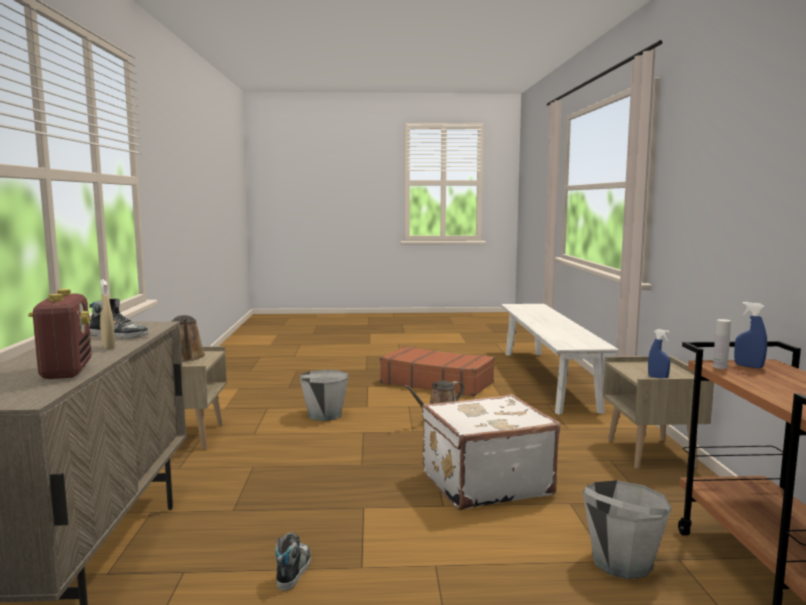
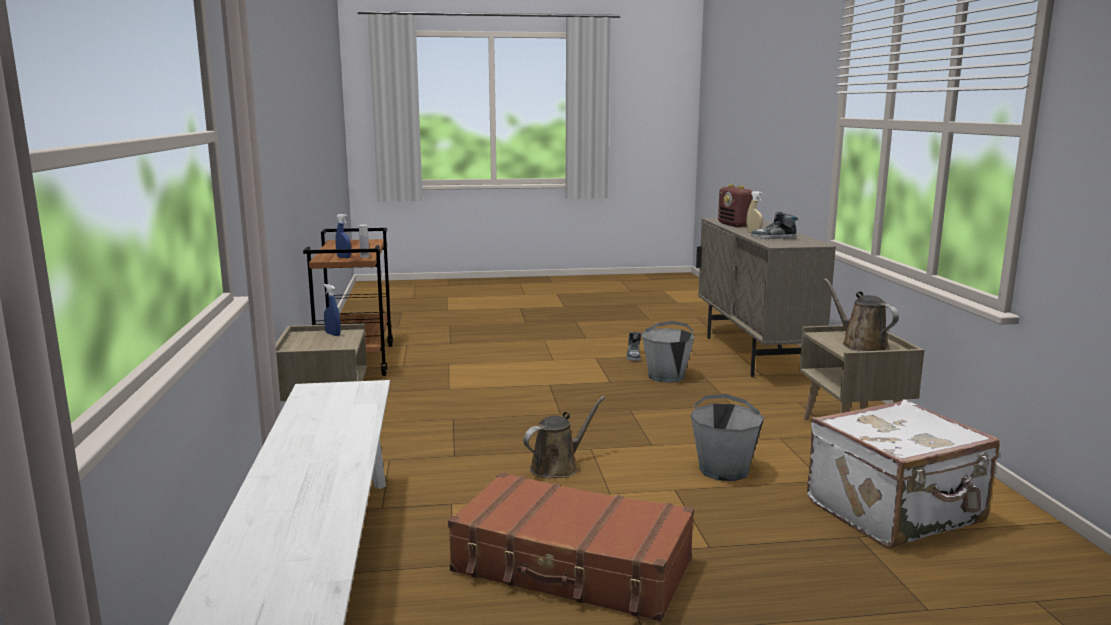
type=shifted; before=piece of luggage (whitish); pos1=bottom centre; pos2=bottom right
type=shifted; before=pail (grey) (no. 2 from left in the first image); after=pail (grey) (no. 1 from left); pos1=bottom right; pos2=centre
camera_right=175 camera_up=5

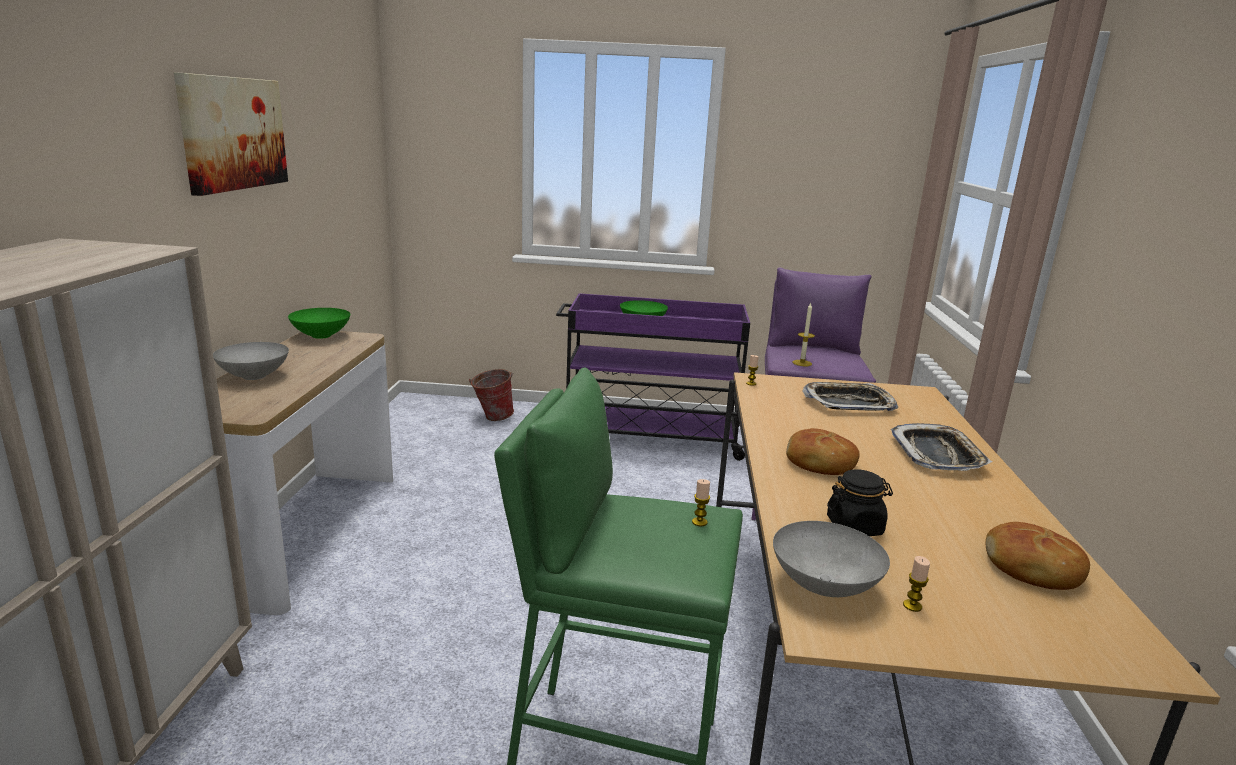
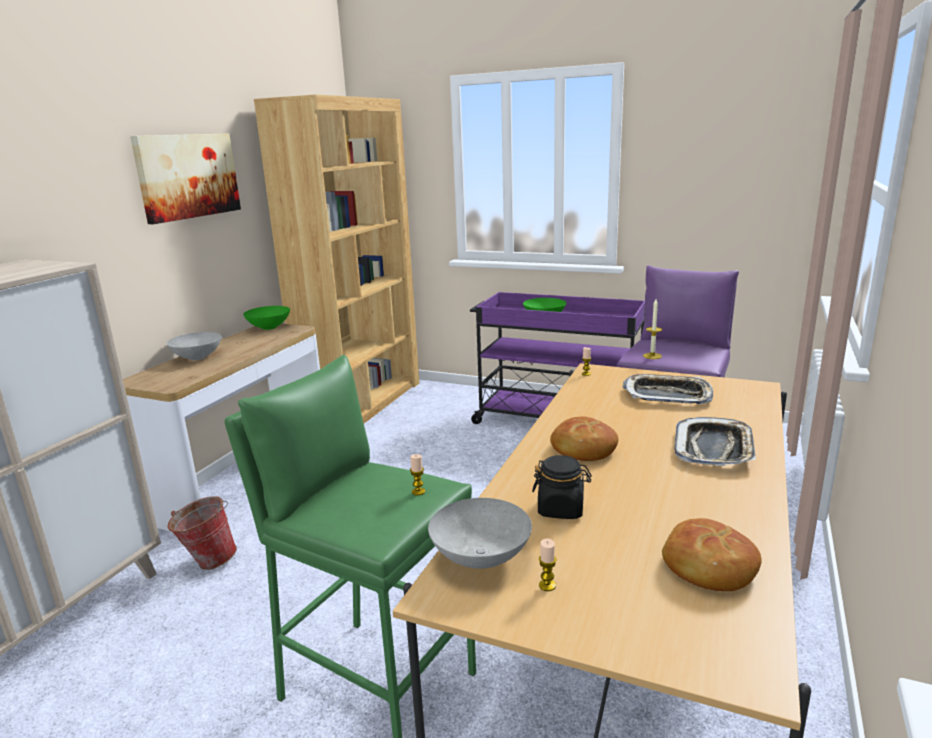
type=shifted; before=pail; pos1=centre; pos2=bottom left
type=new; after=bookcase (brown); pos2=centre
camera_right=20 camera_up=0

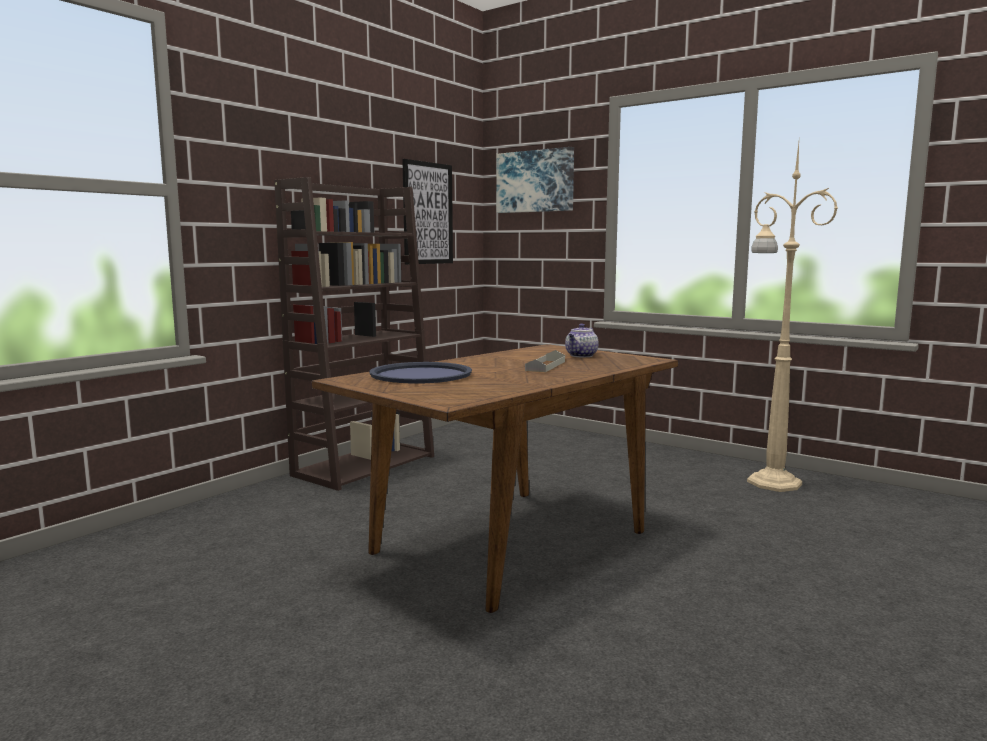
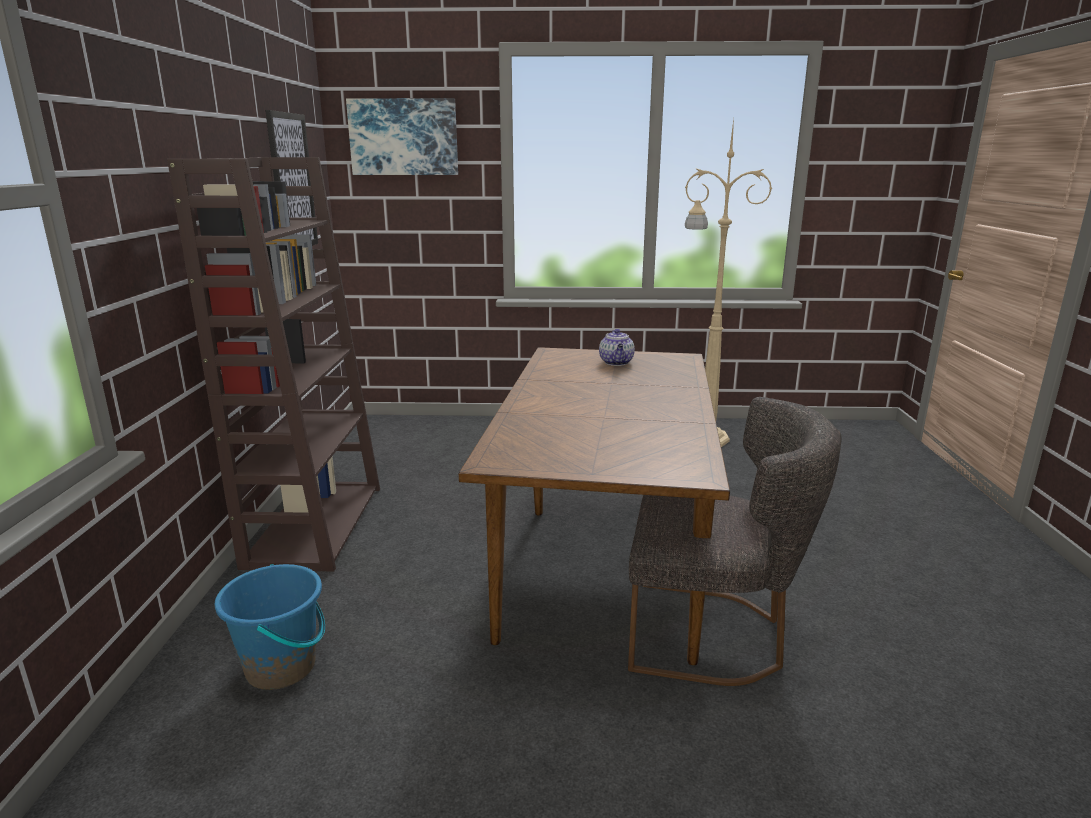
type=gone; before=carrying tray (grey); pos1=centre
type=gone; before=carrying tray (blue-coloured); pos1=centre
type=new; after=chair (grey); pos2=middle right
type=new; after=pail (blue-coloured); pos2=bottom left
camera_right=-35 camera_up=10

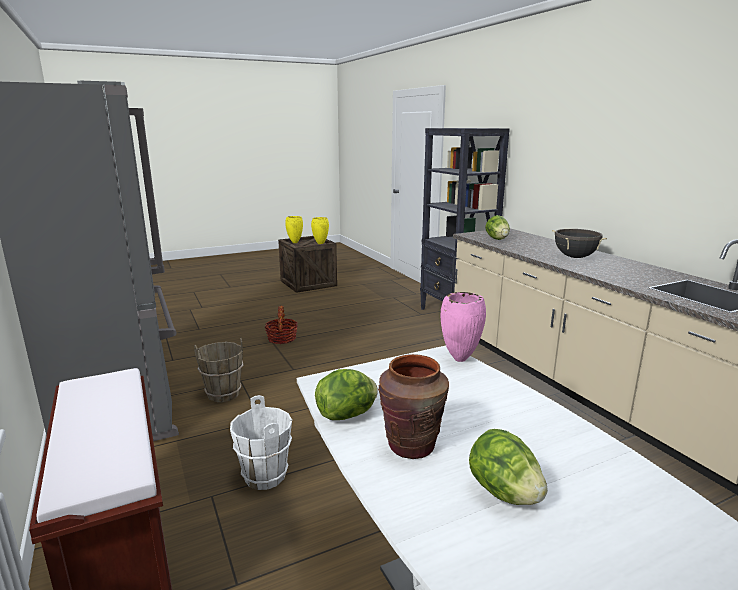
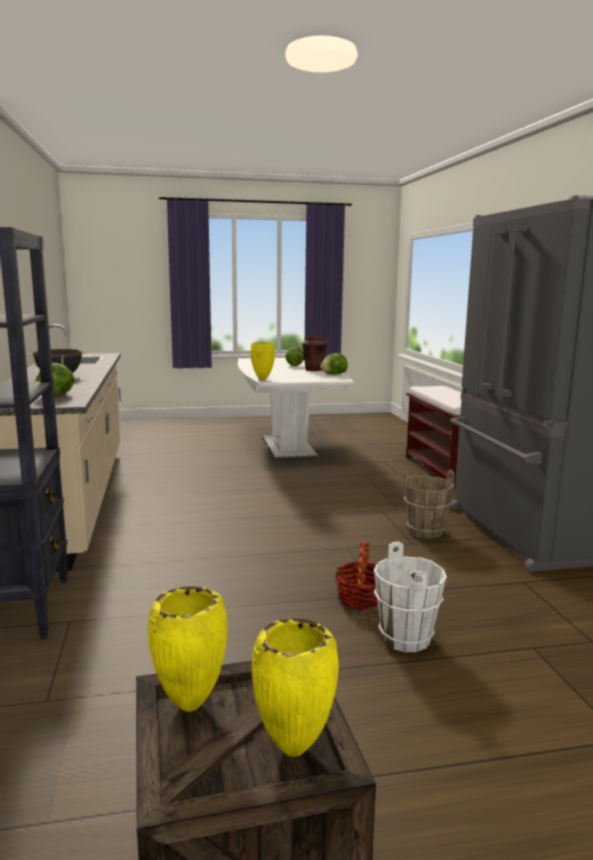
type=repainted; before=decorative vase (pinkish); after=decorative vase (yellow) (no. 2 from left); pos1=centre; pos2=centre
type=shifted; before=pail (whitish); pos1=bottom centre; pos2=bottom right
camera_right=-165 camera_up=-5

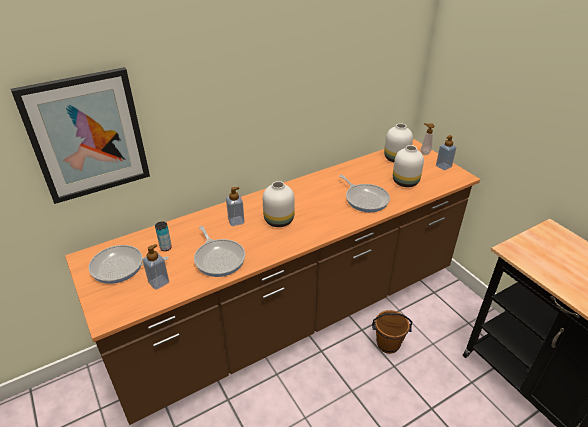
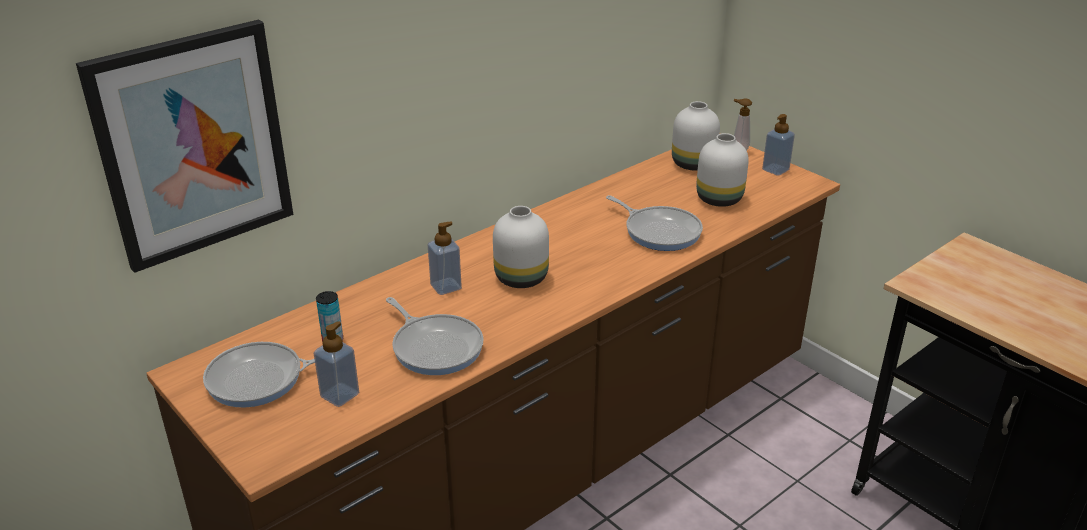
type=gone; before=pail (brown); pos1=bottom right
camera_right=-10 camera_up=-5

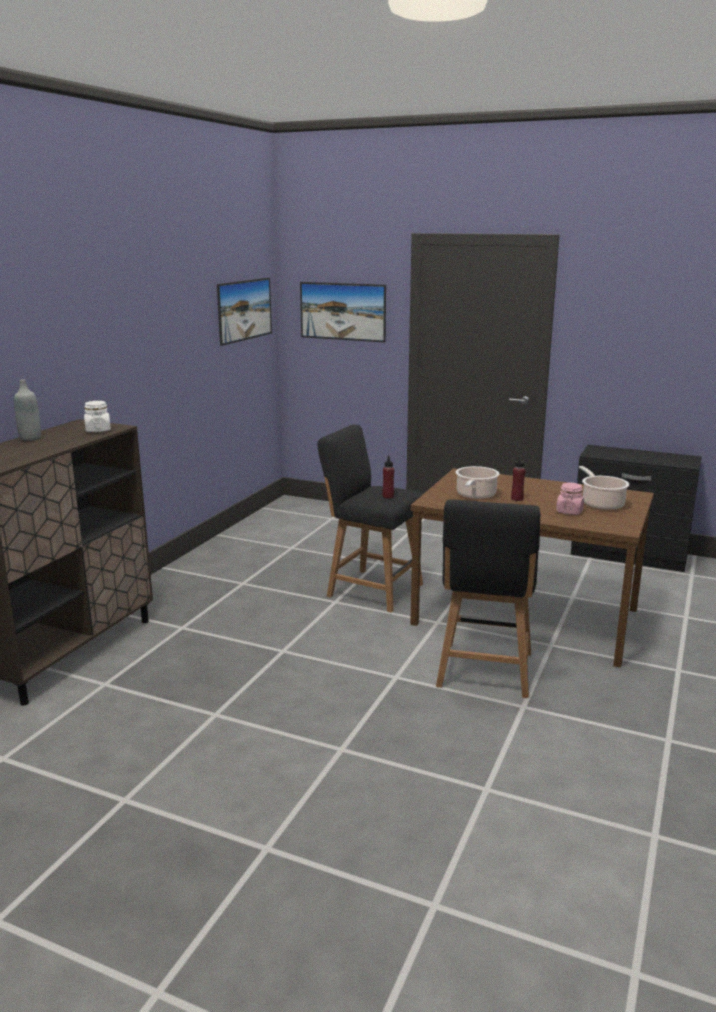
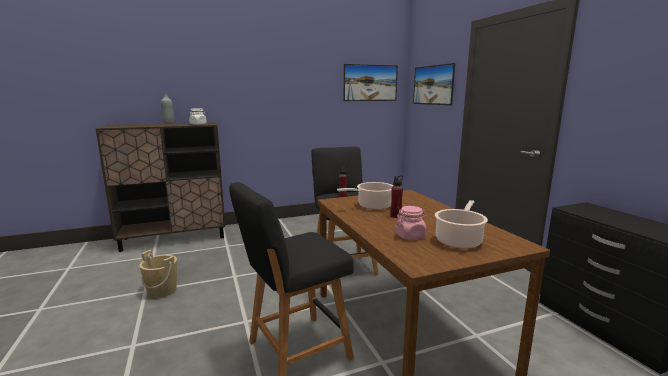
type=new; after=pail (sand-coloured); pos2=bottom left
camera_right=45 camera_up=-5

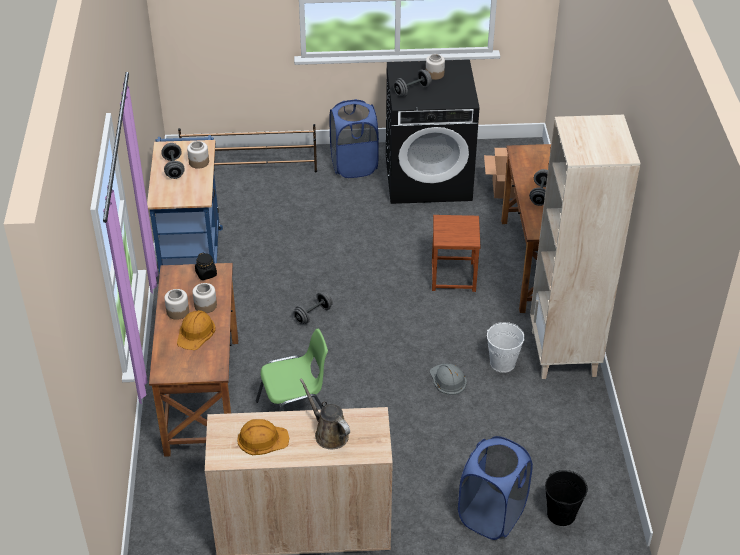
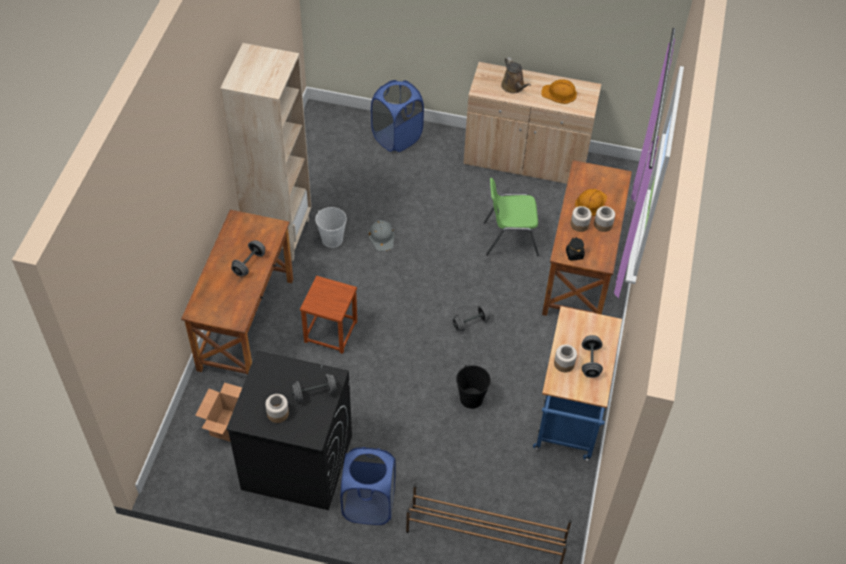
type=shifted; before=pail (black); pos1=bottom right; pos2=bottom centre
camera_right=-165 camera_up=10

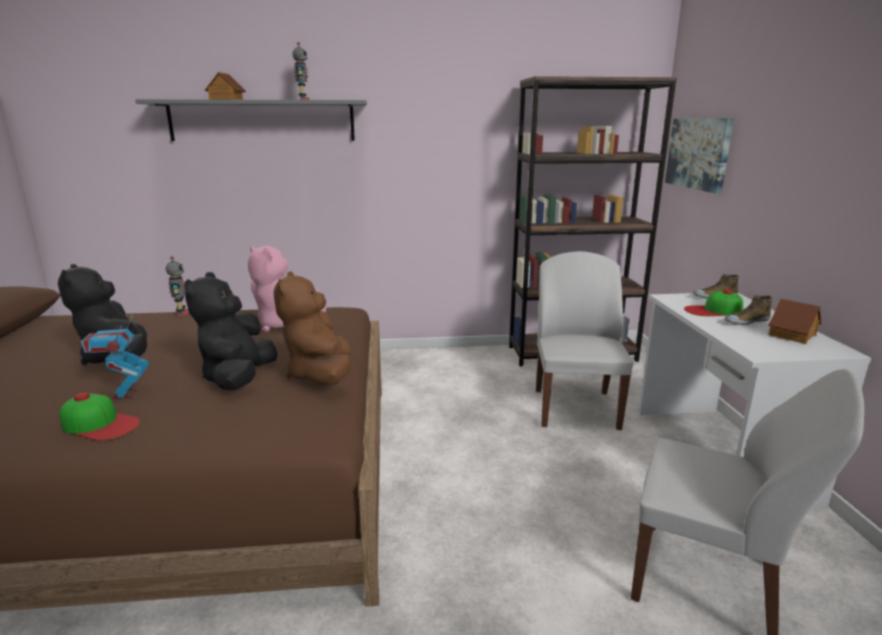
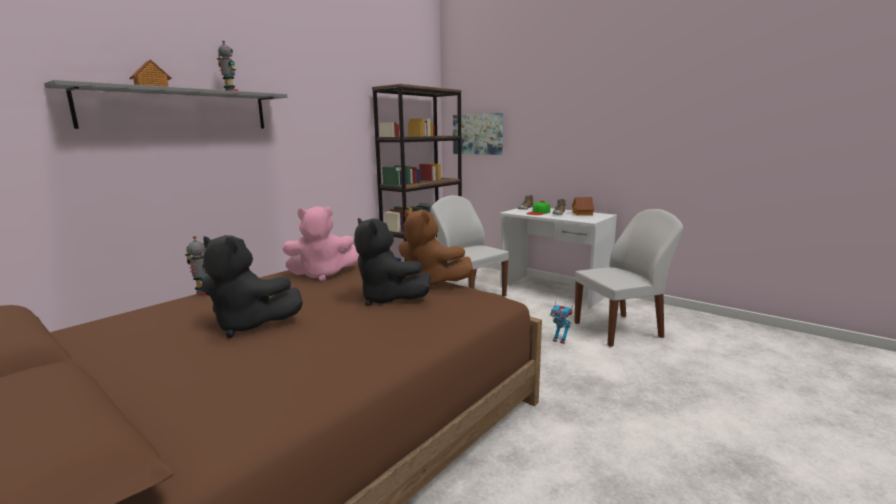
type=shifted; before=toy robot (no. 1 from left in the first image); after=toy robot (no. 3 from left); pos1=middle left; pos2=centre
type=gone; before=cap (no. 1 from left); pos1=middle left
camera_right=-45 camera_up=-5

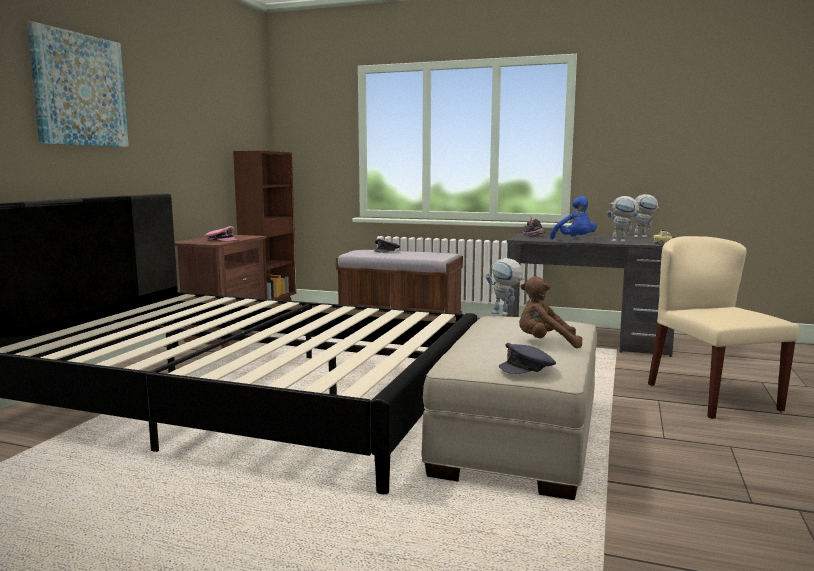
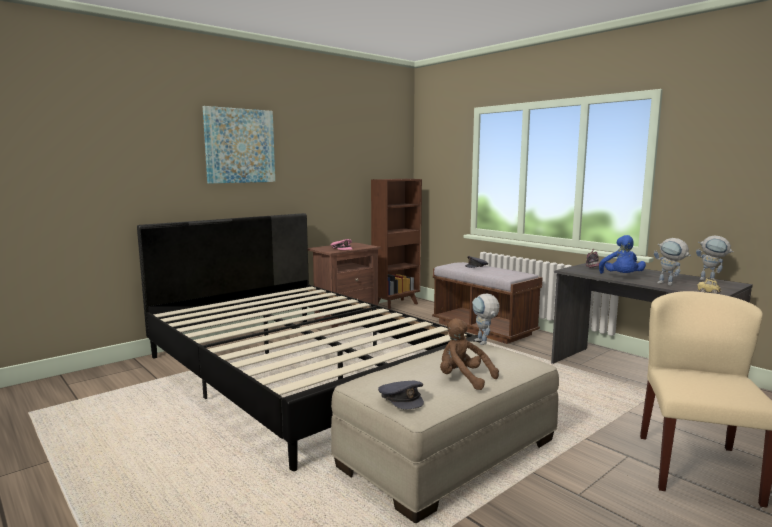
type=rotated; before=cap (grey) (no. 2 from left in the first image); pos1=centre; pos2=bottom centre; turn=-135
camera_right=30 camera_up=0

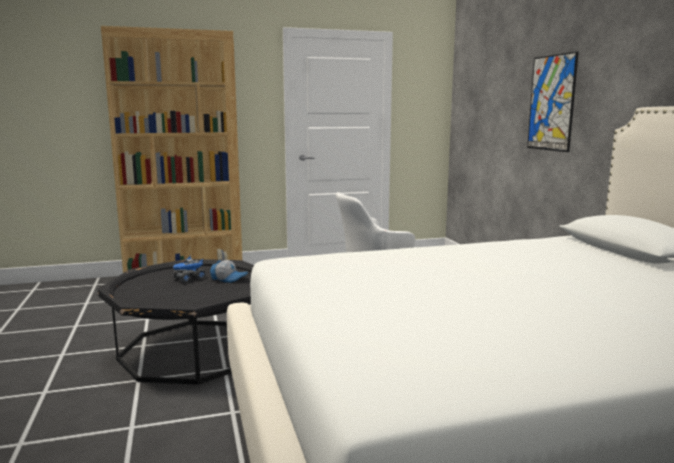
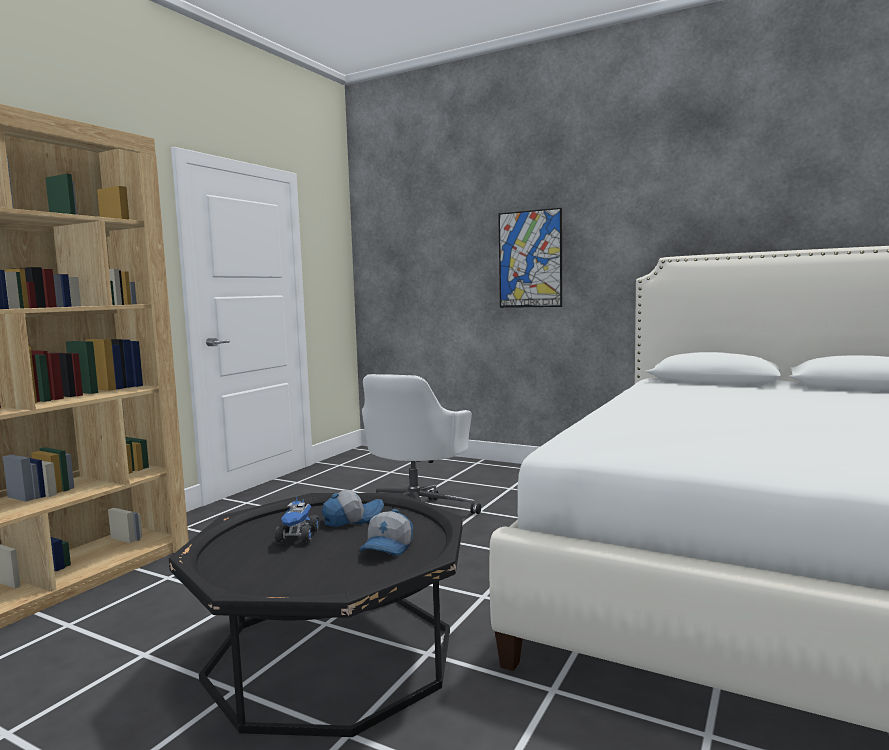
type=new; after=cap (no. 2 from left); pos2=bottom centre
camera_right=-45 camera_up=-5

